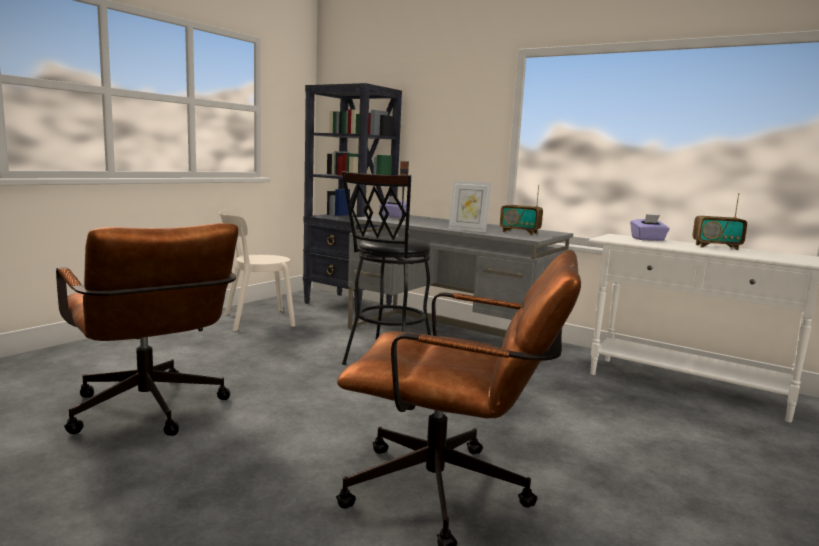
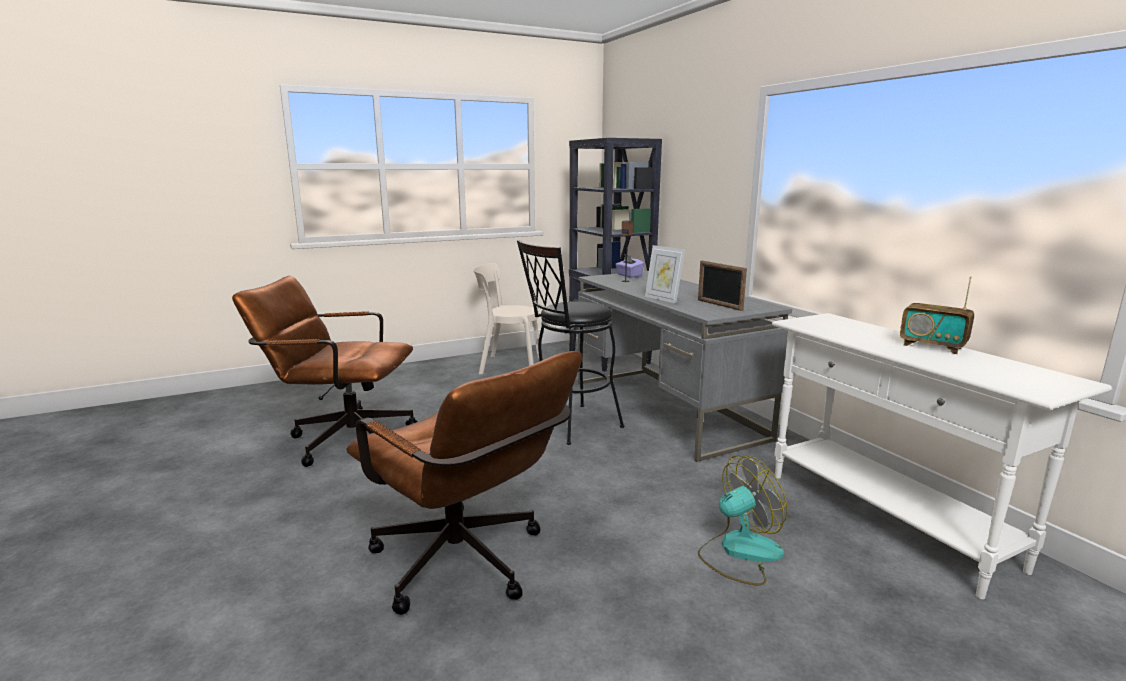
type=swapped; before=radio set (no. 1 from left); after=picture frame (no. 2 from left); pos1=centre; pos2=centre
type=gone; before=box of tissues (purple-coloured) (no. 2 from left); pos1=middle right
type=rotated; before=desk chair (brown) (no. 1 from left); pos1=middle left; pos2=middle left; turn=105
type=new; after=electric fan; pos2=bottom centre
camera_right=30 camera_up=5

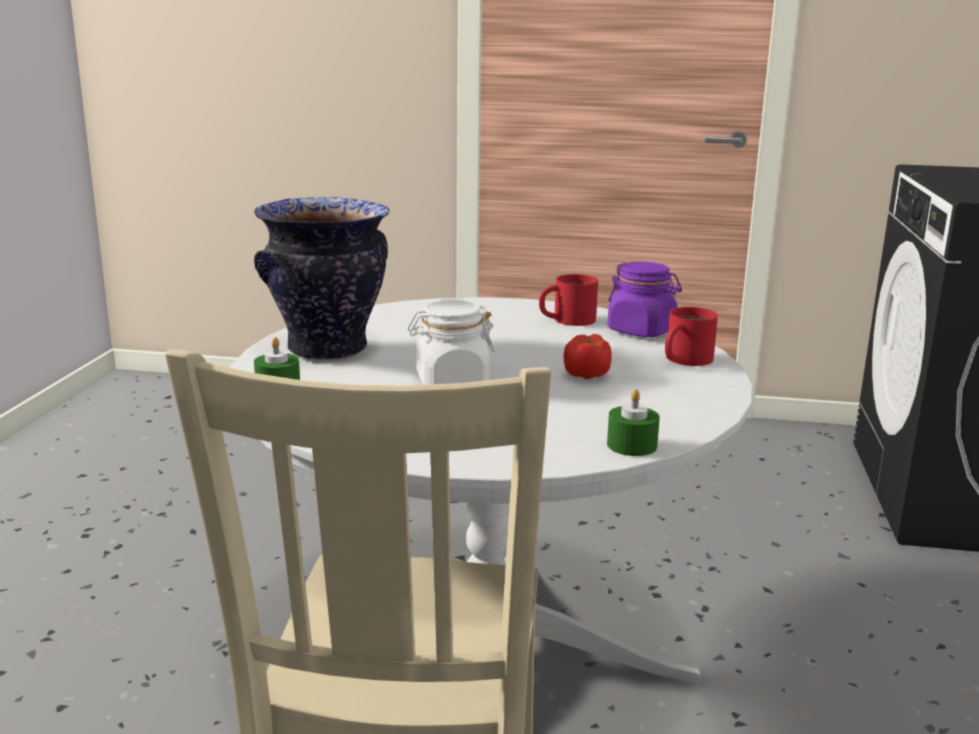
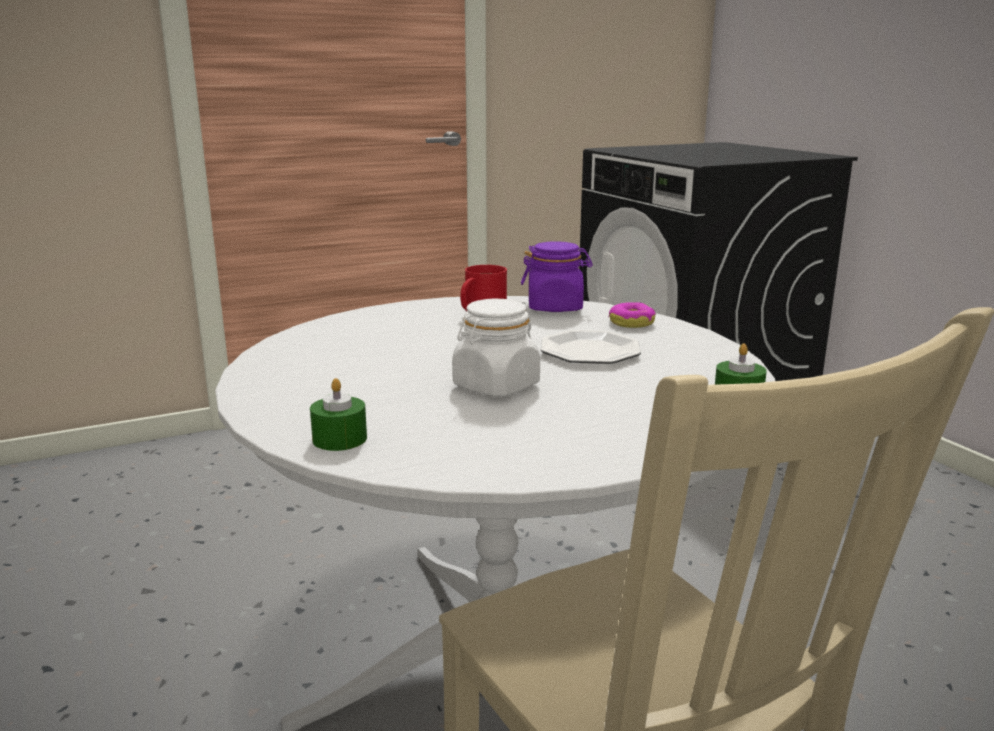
type=gone; before=decorative vase; pos1=middle left
type=swapped; before=coffee mug (red) (no. 2 from left); after=doughnut; pos1=middle right; pos2=centre
type=swapped; before=tomato; after=flat dish; pos1=centre; pos2=centre
camera_right=-35 camera_up=0

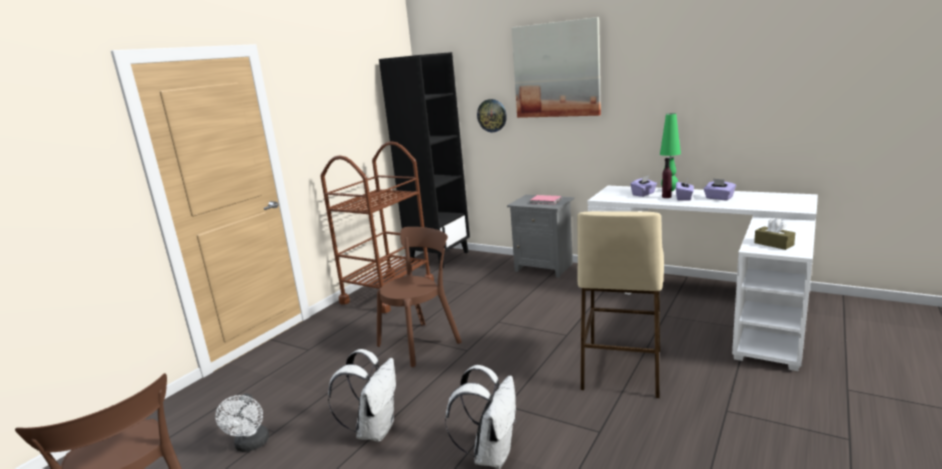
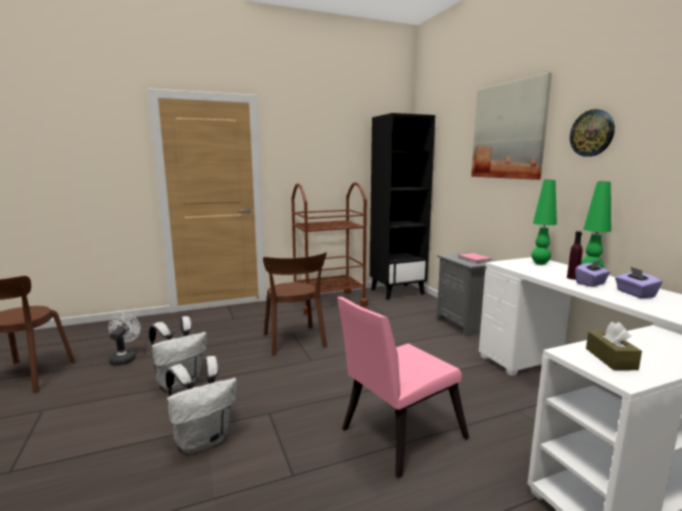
type=shifted; before=clock on the wall; pos1=top centre; pos2=top right
type=gone; before=box of tissues (purple-coloured) (no. 1 from left); pos1=middle right
type=swapped; before=sitting stool (sand-coloured); after=chair (pinkish); pos1=centre; pos2=bottom centre
type=rotated; before=chair (brown) (no. 2 from left); pos1=centre; pos2=centre; turn=75
type=rotated; before=electric fan (whitish); pos1=bottom left; pos2=middle left; turn=150
type=new; after=table lamp (greenish) (no. 1 from left); pos2=middle right
camera_right=35 camera_up=-5

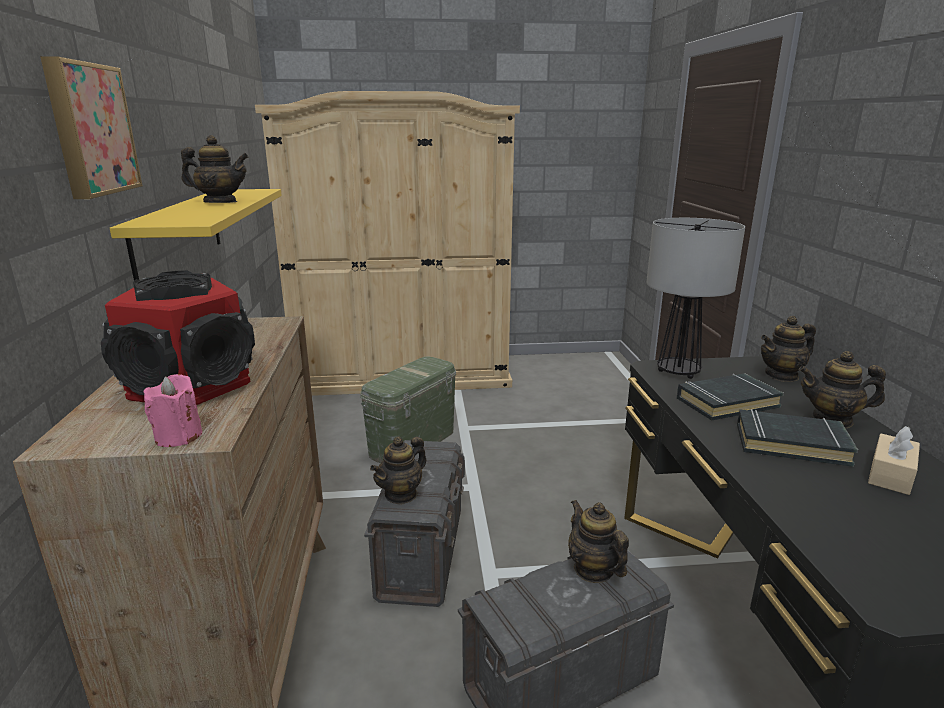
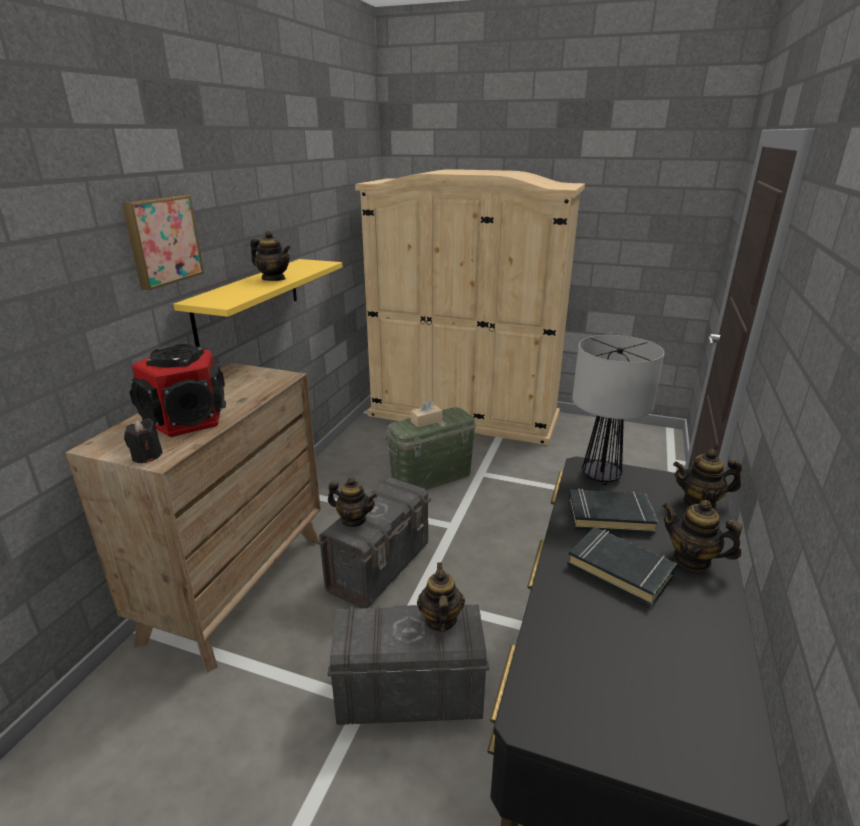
type=repainted; before=candle (pinkish); after=candle (black); pos1=middle left; pos2=middle left
type=shifted; before=box of tissues (sand-coloured); pos1=middle right; pos2=centre
type=rotated; before=tea pot (no. 2 from left); pos1=centre; pos2=centre; turn=-135
camera_right=25 camera_up=5

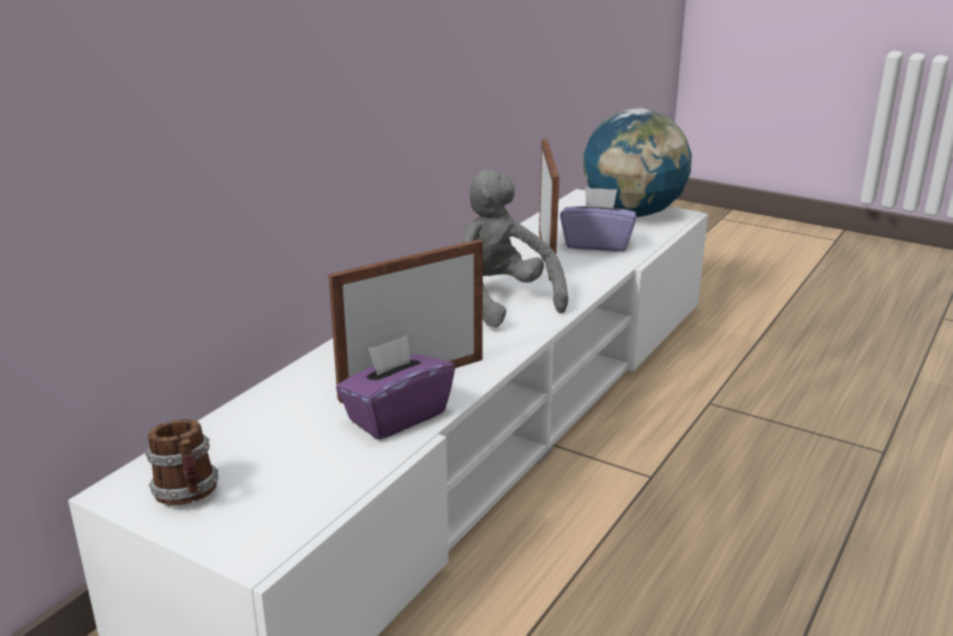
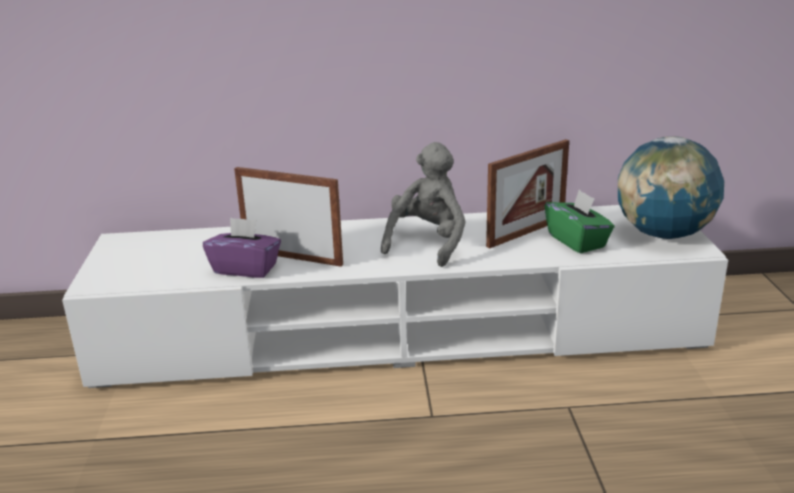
type=repainted; before=box of tissues (purple-coloured) (no. 2 from left); after=box of tissues (greenish); pos1=centre; pos2=middle right
type=gone; before=coffee mug; pos1=bottom left
camera_right=55 camera_up=0

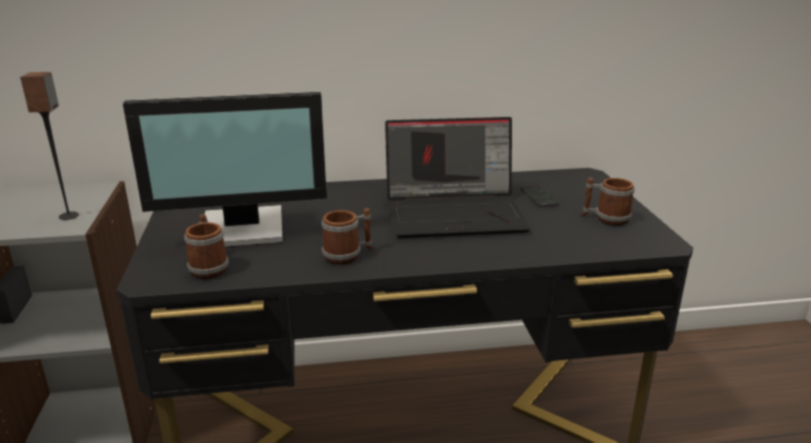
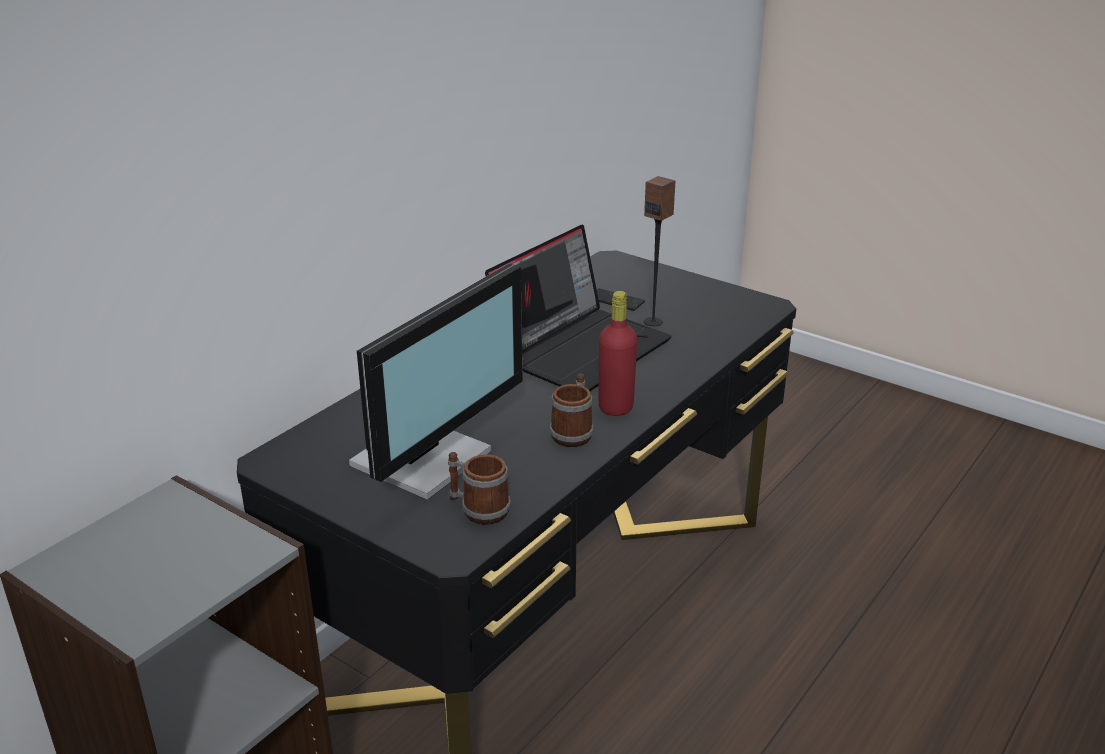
type=shifted; before=loudspeaker; pos1=top left; pos2=top centre
type=gone; before=coffee mug (no. 3 from left); pos1=middle right
type=new; after=drink bottle (red); pos2=centre
camera_right=-45 camera_up=5

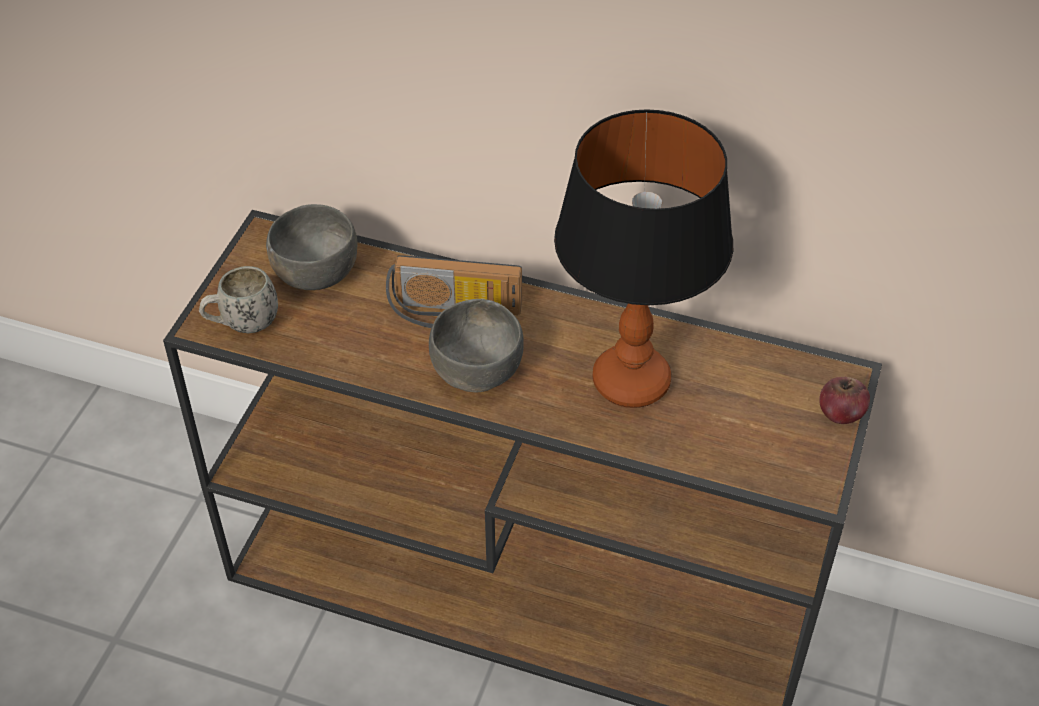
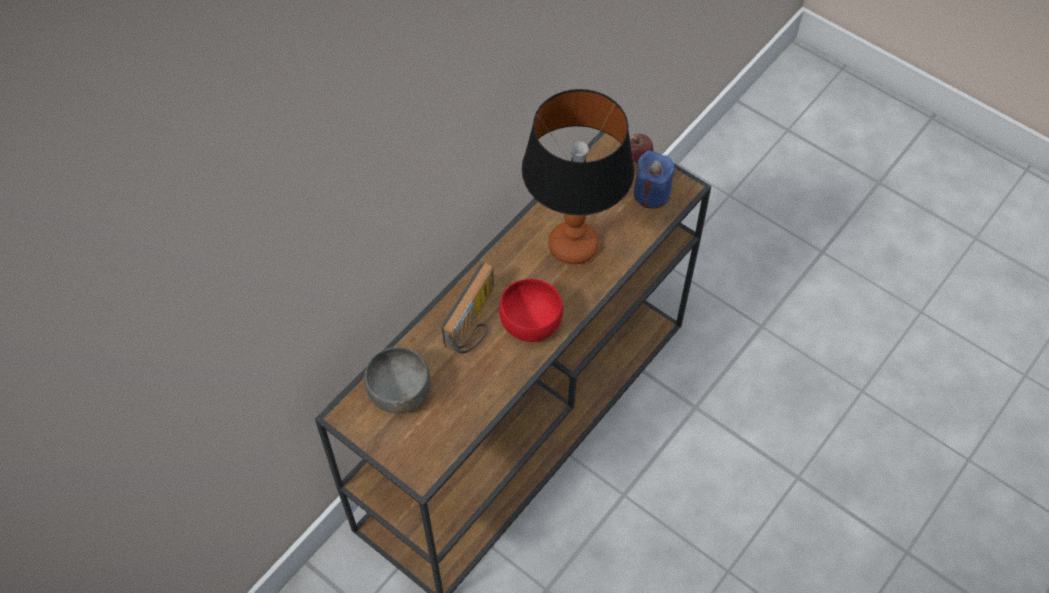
type=gone; before=coffee mug (whitish); pos1=middle left
type=repainted; before=serving bowl (grey) (no. 2 from left); after=serving bowl (red); pos1=centre; pos2=centre
type=new; after=candle (blue-coloured); pos2=top centre
camera_right=-70 camera_up=10

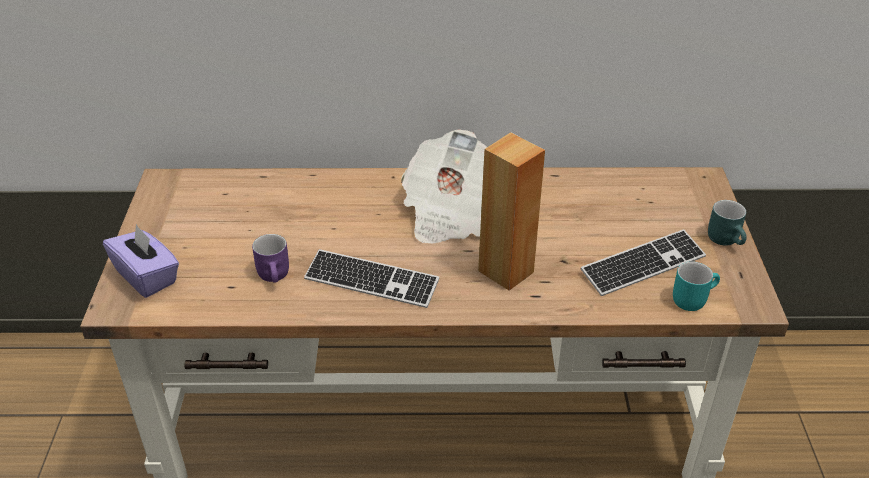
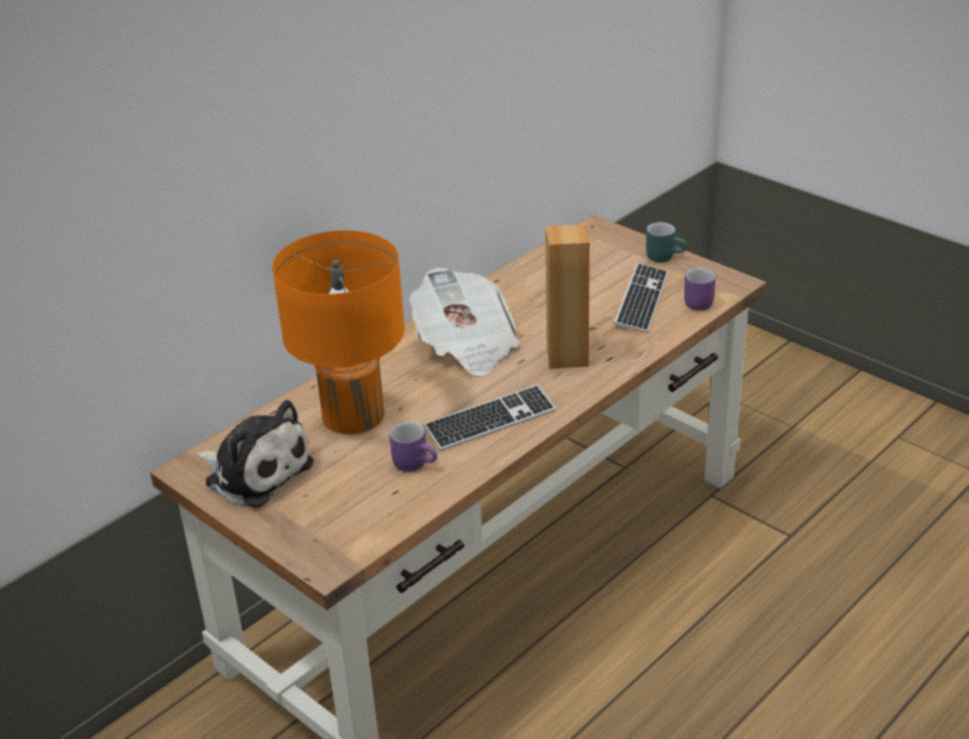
type=gone; before=box of tissues (purple-coloured); pos1=middle left
type=repainted; before=coffee mug (turquoise) (no. 1 from left); after=coffee mug (purple-coloured) (no. 2 from left); pos1=middle right; pos2=middle right
type=new; after=table lamp (orange); pos2=centre
type=new; after=cuddly toy; pos2=middle left
camera_right=-45 camera_up=-5

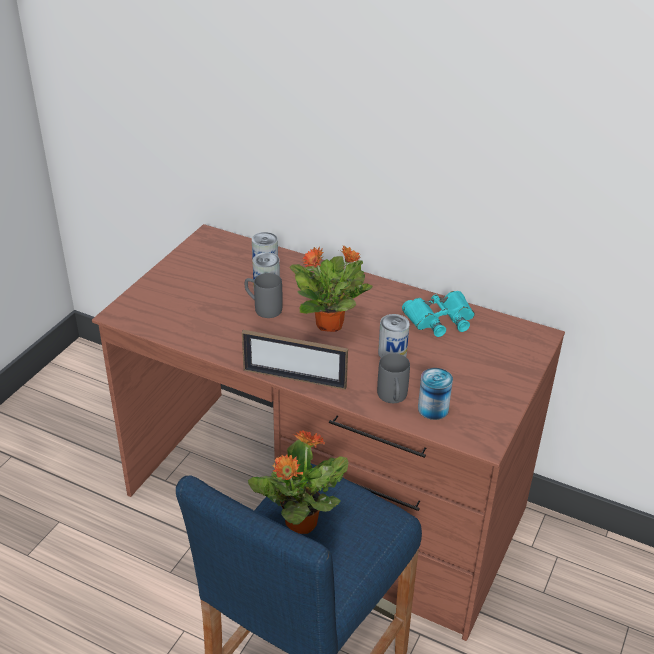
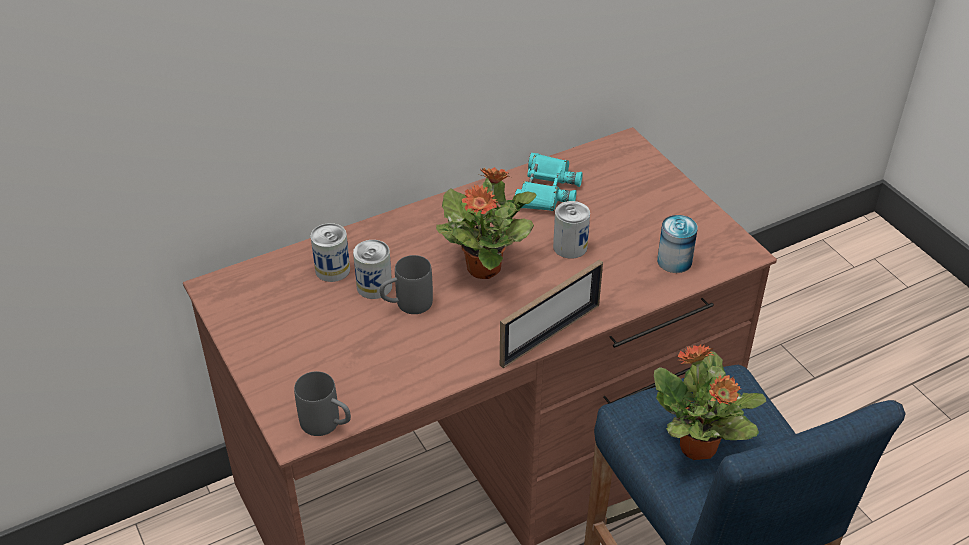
type=shifted; before=coffee mug (grey) (no. 2 from left in the first image); after=coffee mug (grey) (no. 1 from left); pos1=centre; pos2=bottom left
camera_right=-55 camera_up=5

